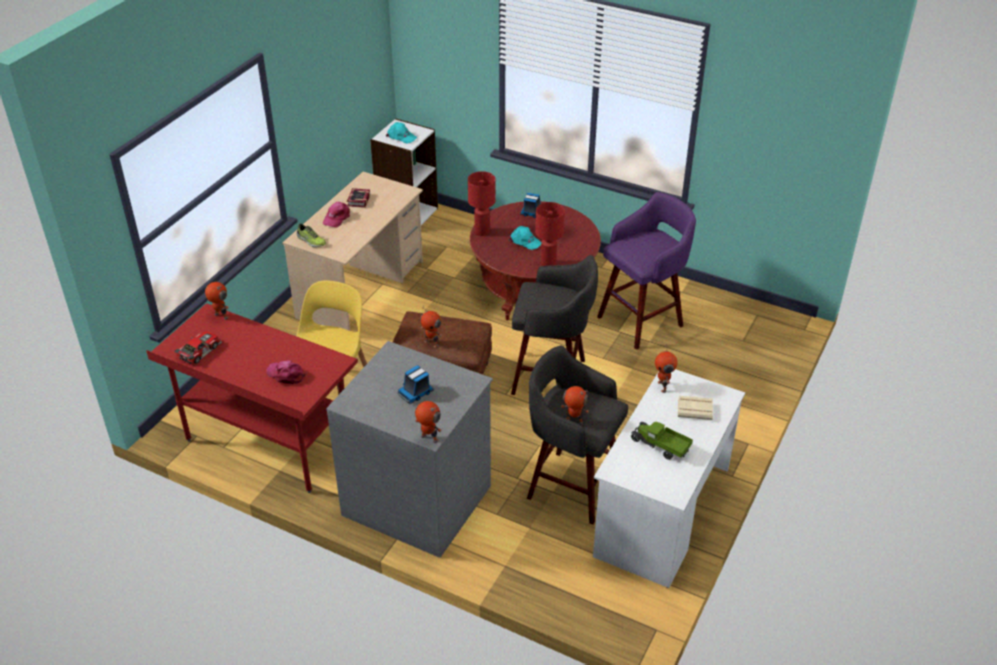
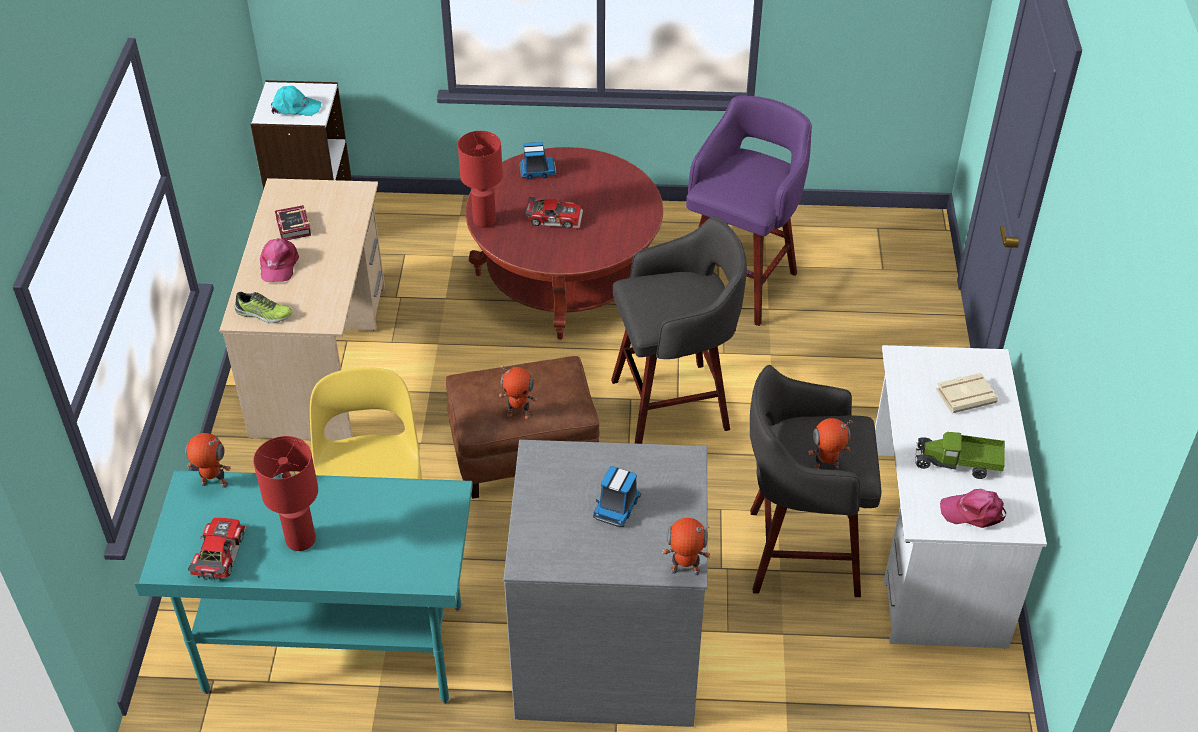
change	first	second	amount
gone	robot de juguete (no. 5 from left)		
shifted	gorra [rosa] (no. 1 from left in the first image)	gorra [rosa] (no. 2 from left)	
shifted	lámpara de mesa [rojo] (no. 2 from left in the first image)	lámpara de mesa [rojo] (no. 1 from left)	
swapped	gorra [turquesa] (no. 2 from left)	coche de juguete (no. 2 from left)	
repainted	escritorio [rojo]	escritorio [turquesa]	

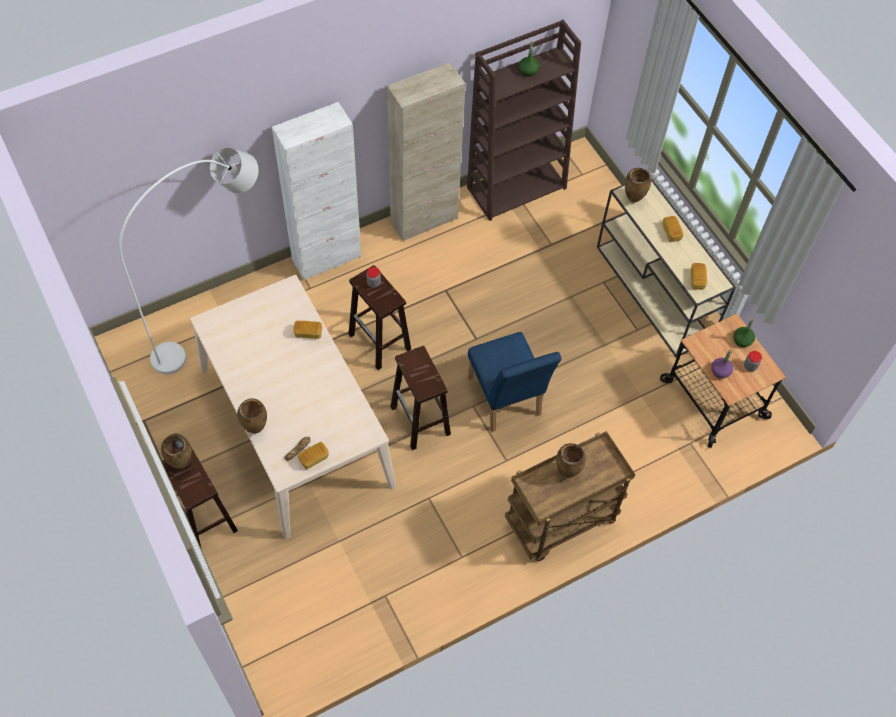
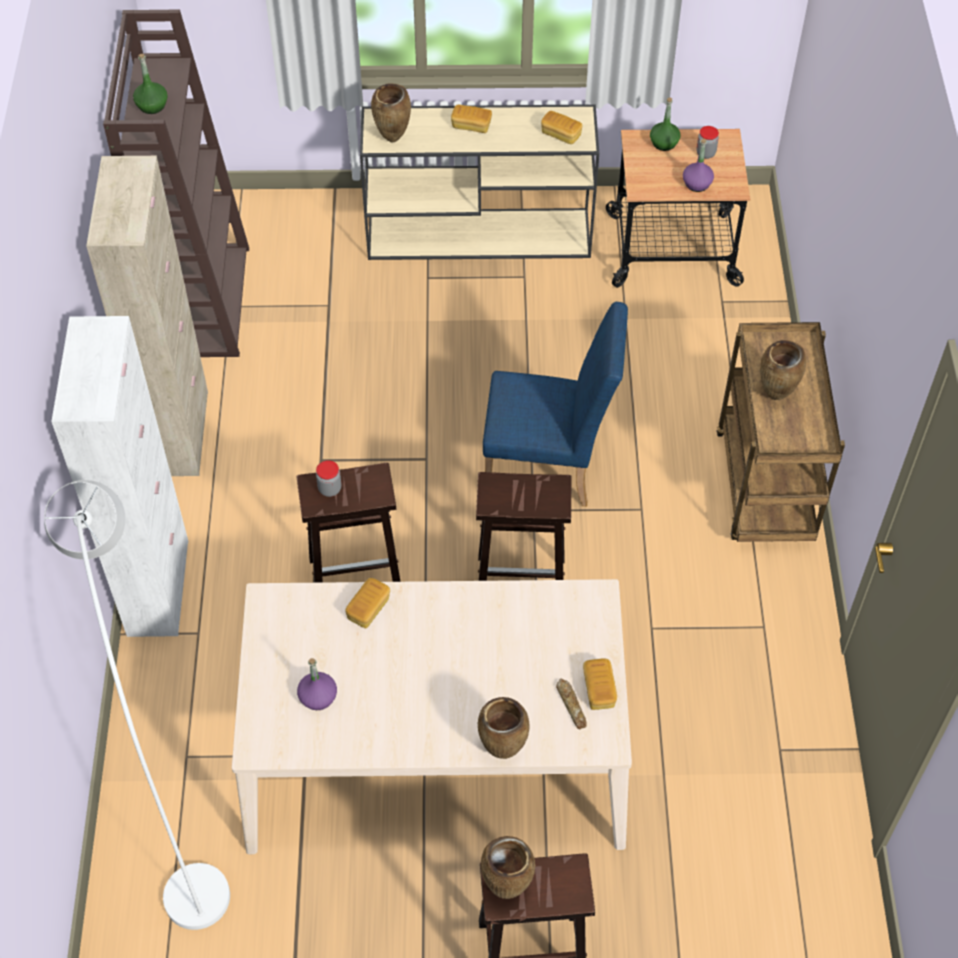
change	first	second	amount
new		botella [morado] (no. 1 from left)	

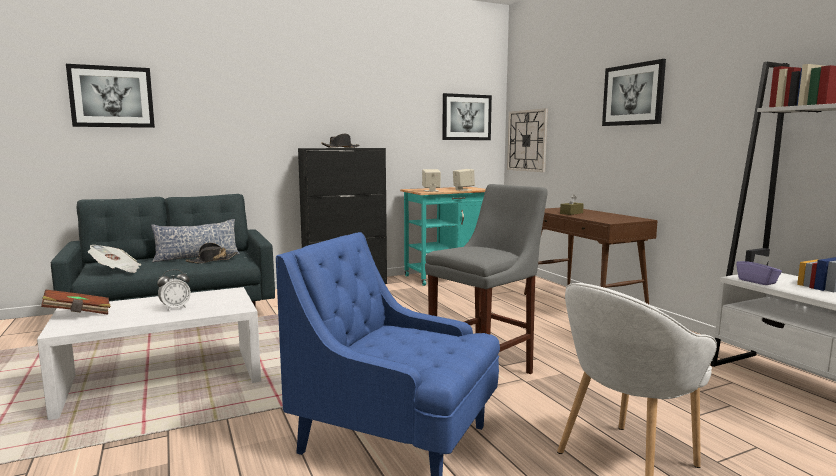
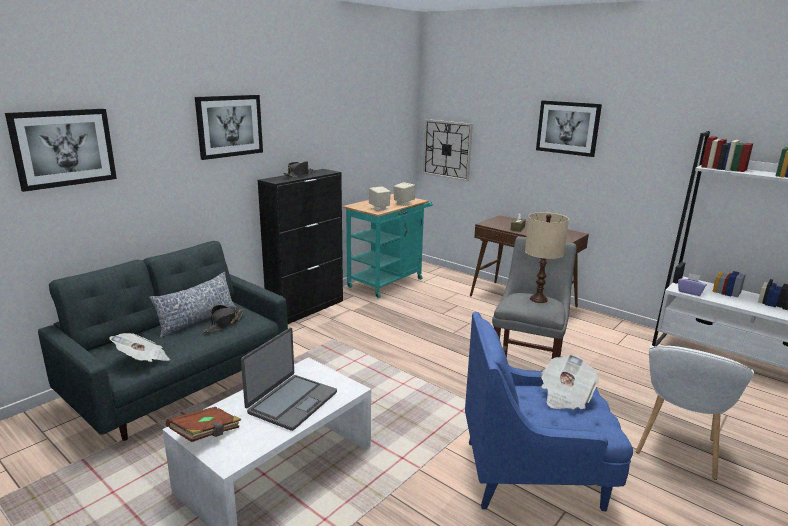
change	first	second	amount
new		lámpara de mesa [beis]	
new		periódico (no. 2 from left)	
shifted	cuadro (no. 2 from left)		
swapped	despertador	portátil	

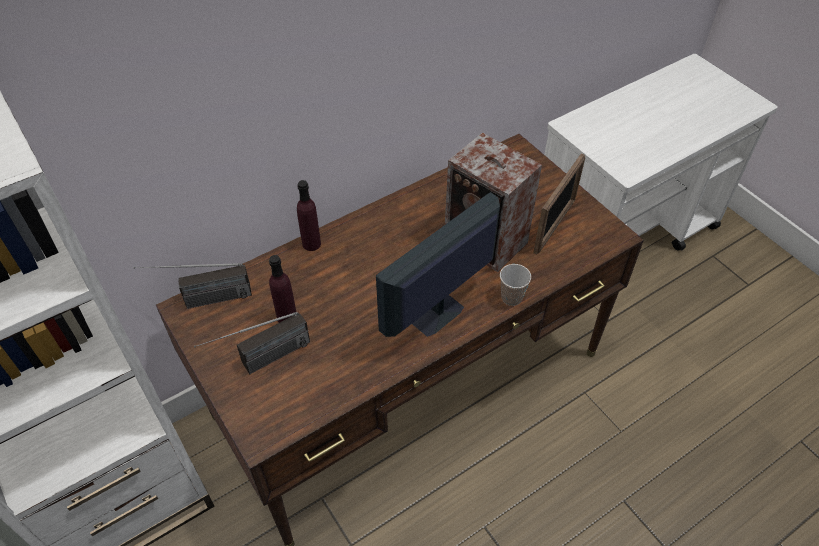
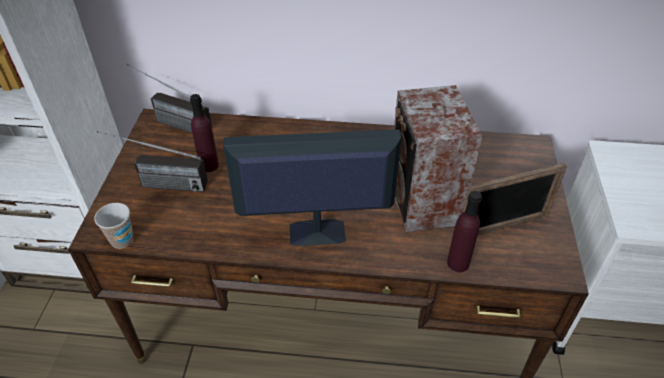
change	first	second	amount
shifted	botella [morado] (no. 2 from left)		
shifted	taza		

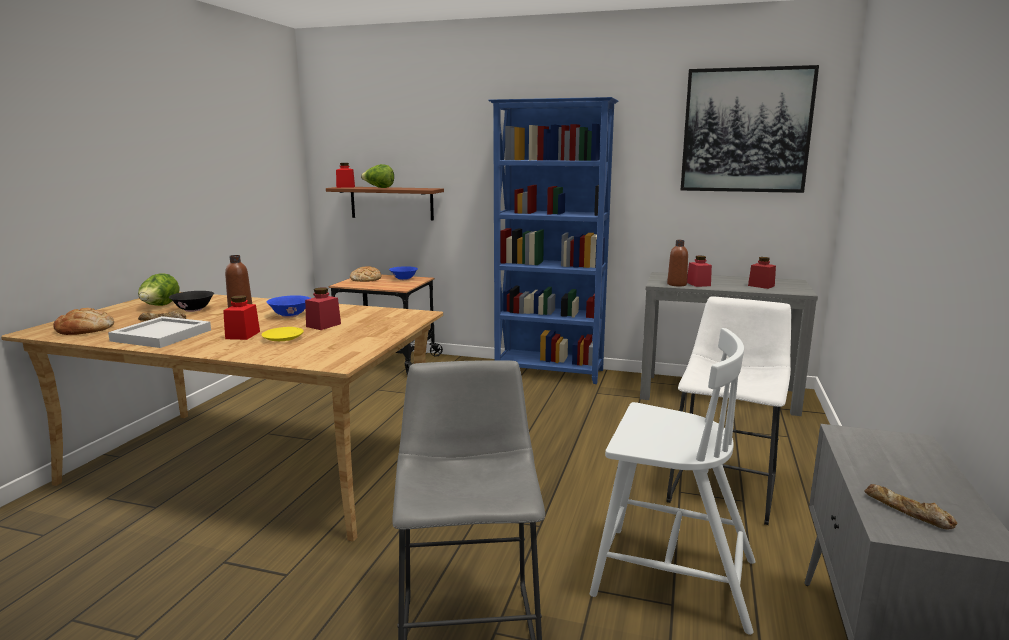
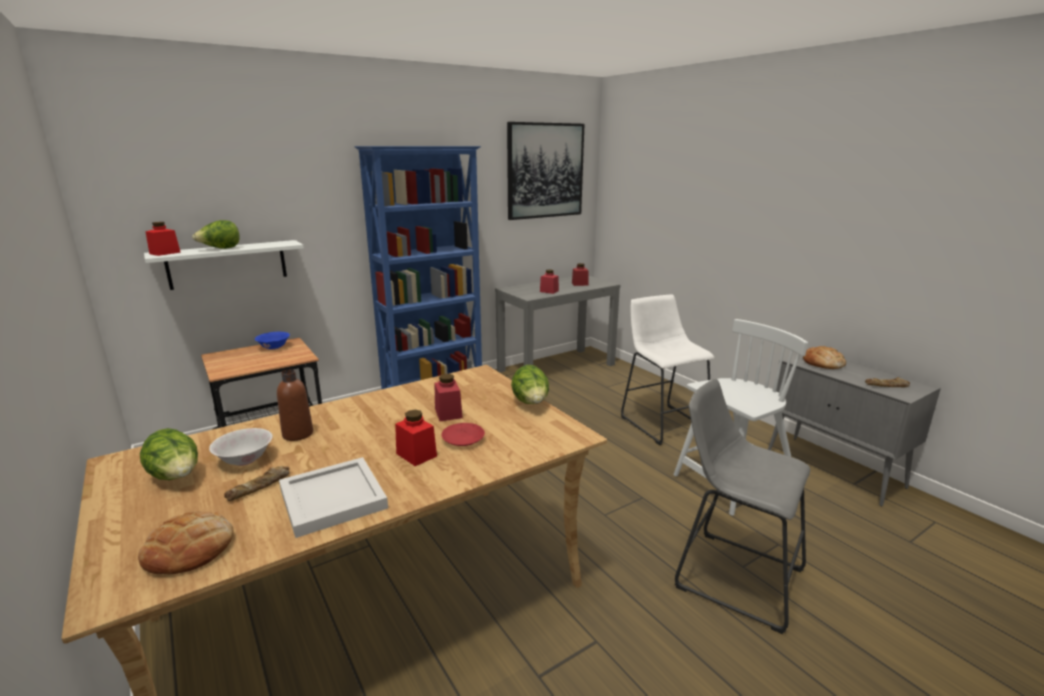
change	first	second	amount
gone	cuenco [azul] (no. 1 from left)		
gone	botella [marrón] (no. 2 from left)		
new		lechuga (no. 3 from left)	
shifted	pan (no. 3 from left)		
repainted	cuenco [negro]	cuenco [blanco]	
repainted	plato [amarillo]	plato [rojo]	
repainted	estante [marrón]	estante [blanco]	

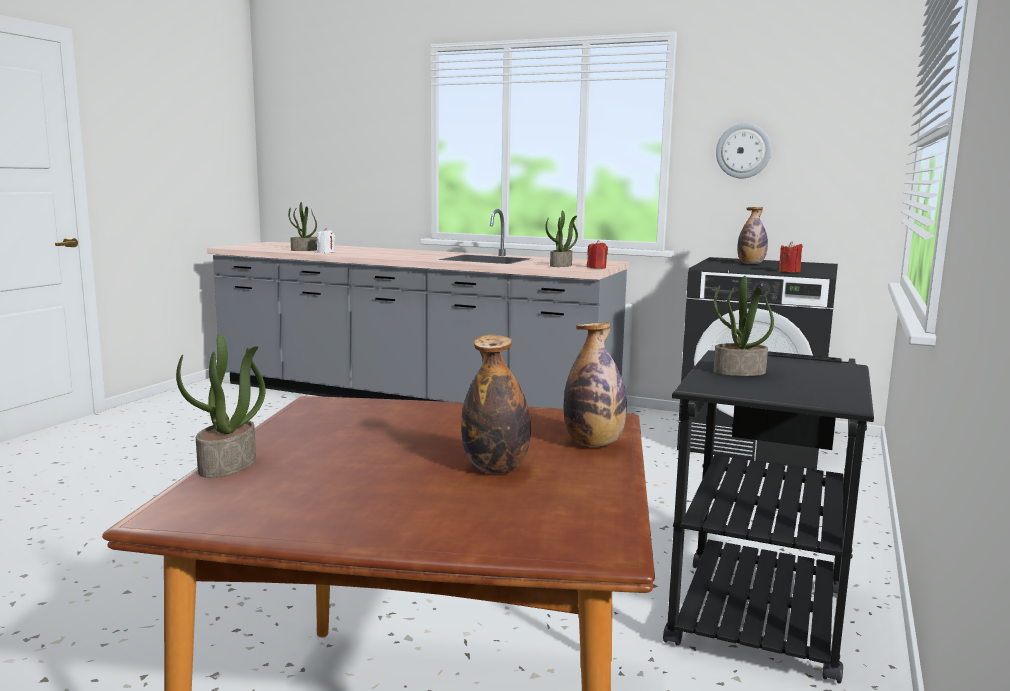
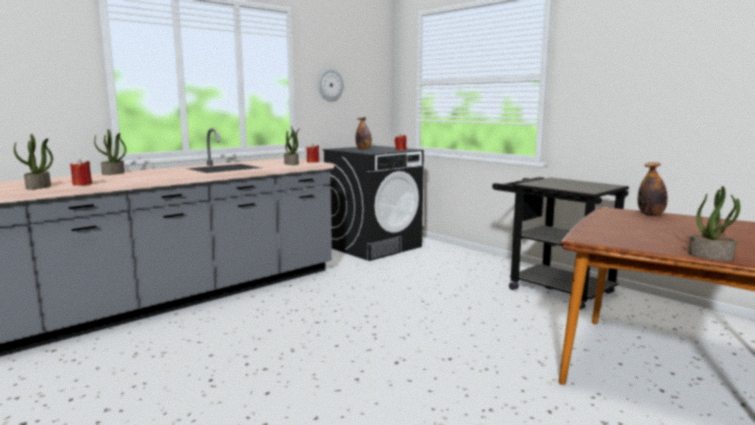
change	first	second	amount
gone	botella (no. 1 from left)		
shifted	planta en maceta (no. 4 from left in the first image)	planta en maceta (no. 2 from left)	
repainted	vela [blanco]	vela [rojo] (no. 1 from left)	

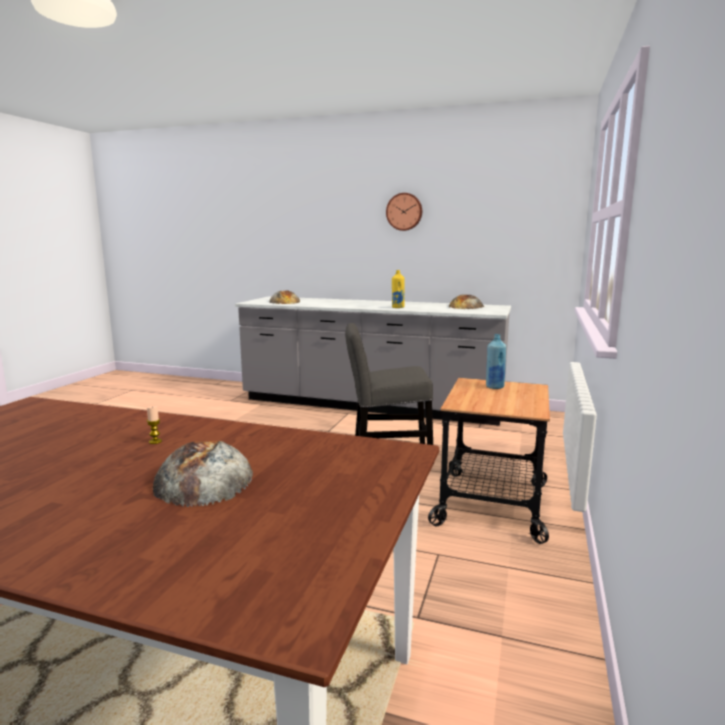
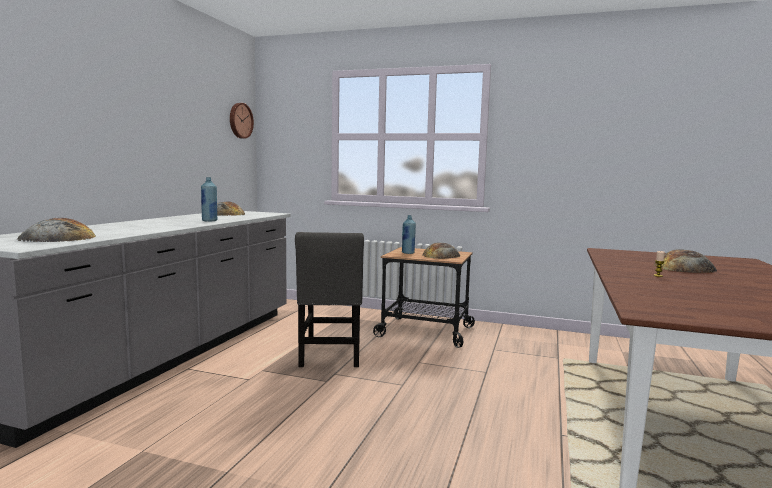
change	first	second	amount
new		pan (no. 3 from left)	
shifted	reloj de pared		
repainted	botella [amarillo]	botella [azul] (no. 1 from left)	

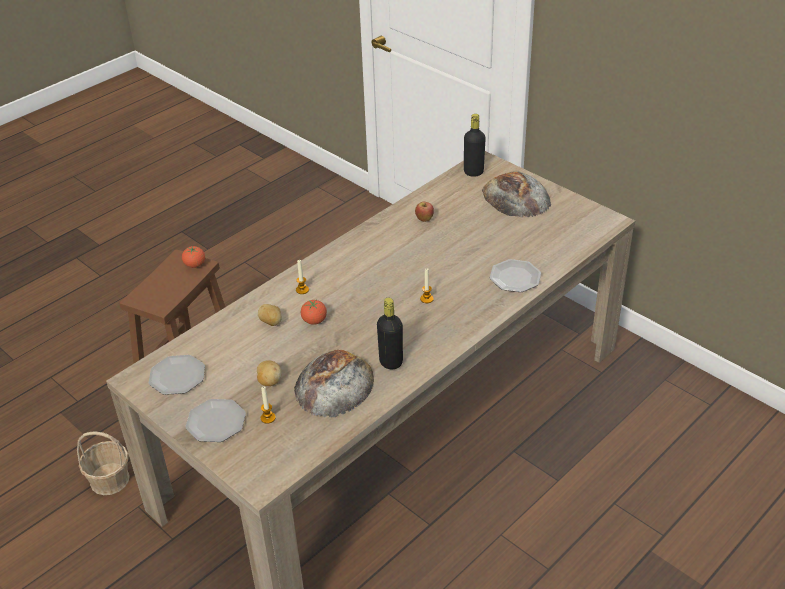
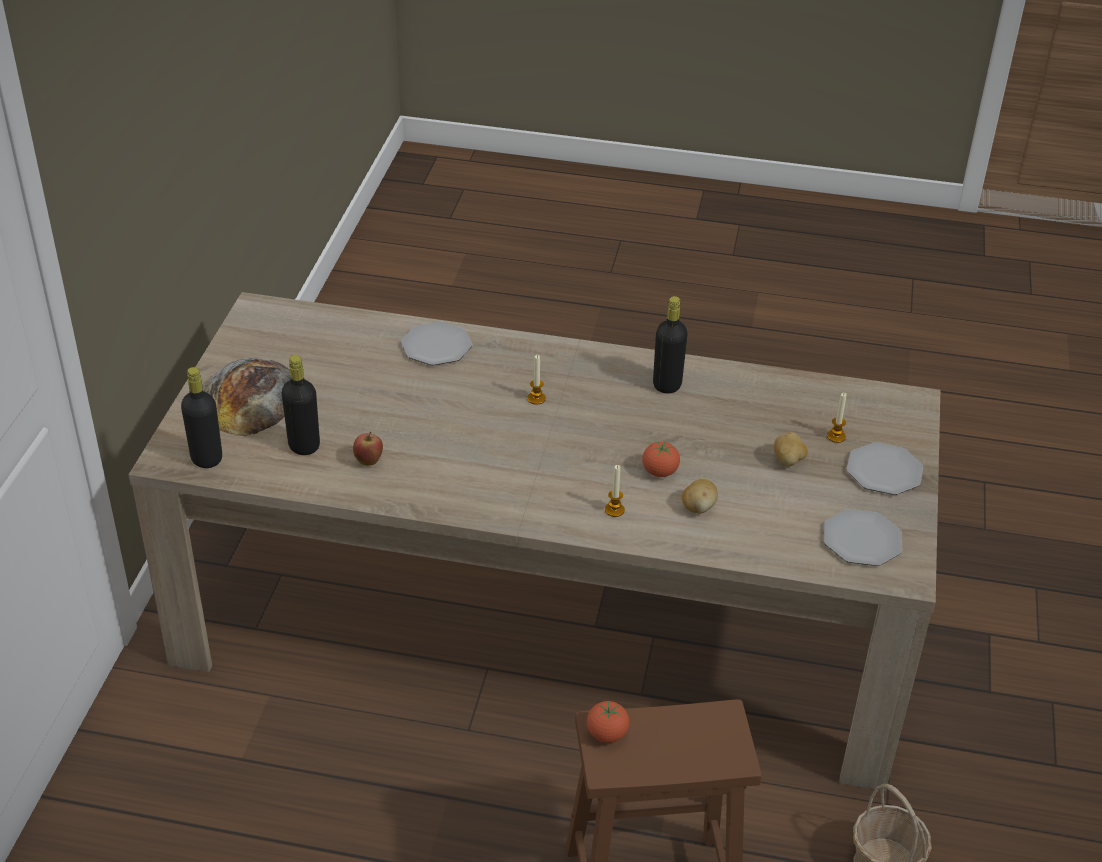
change	first	second	amount
gone	pan (no. 1 from left)		
new		botella [negro] (no. 2 from left)	

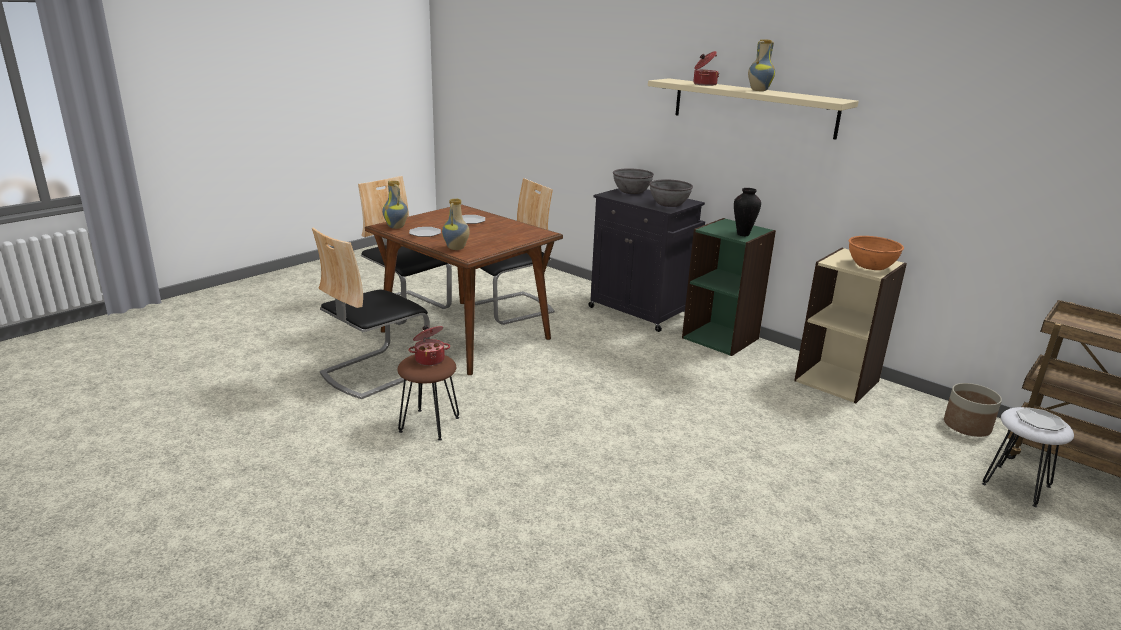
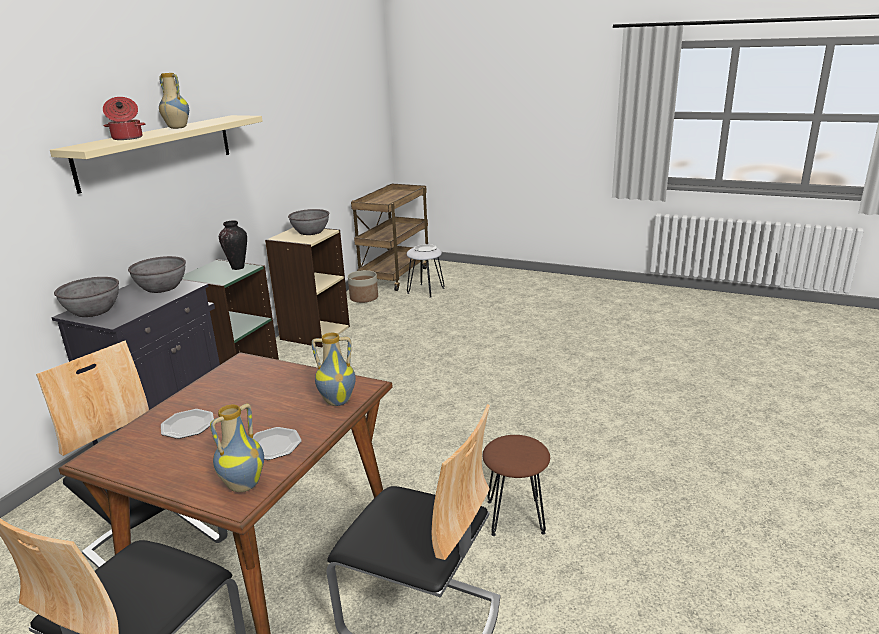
change	first	second	amount
gone	olla (no. 1 from left)		
repainted	cuenco [naranja]	cuenco [gris] (no. 3 from left)	

